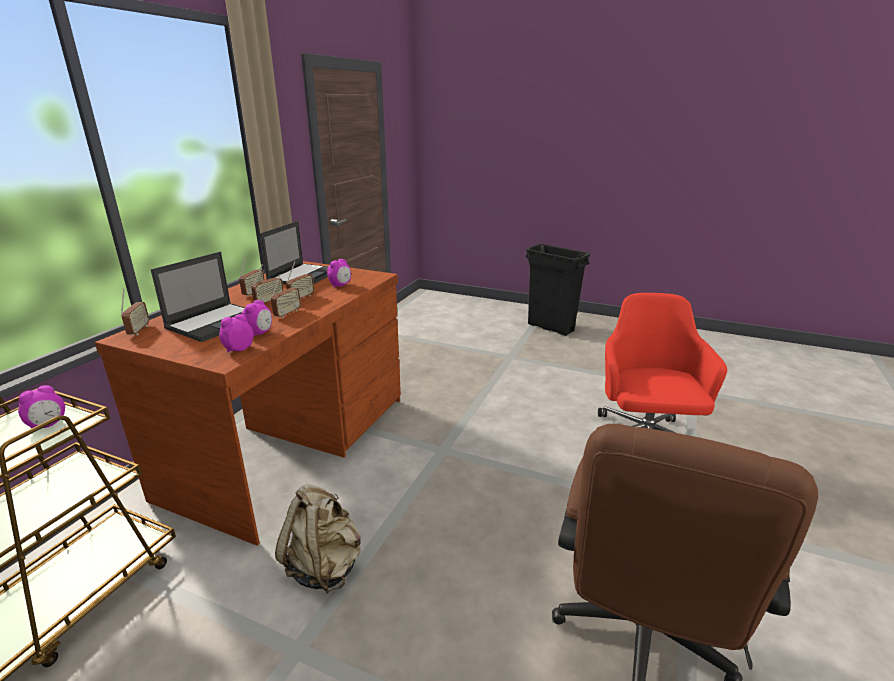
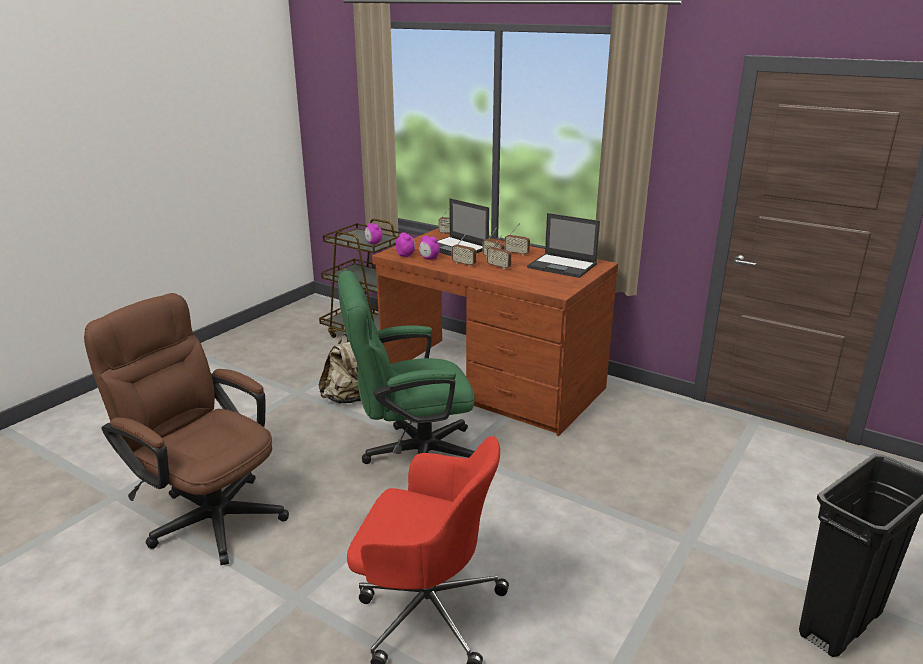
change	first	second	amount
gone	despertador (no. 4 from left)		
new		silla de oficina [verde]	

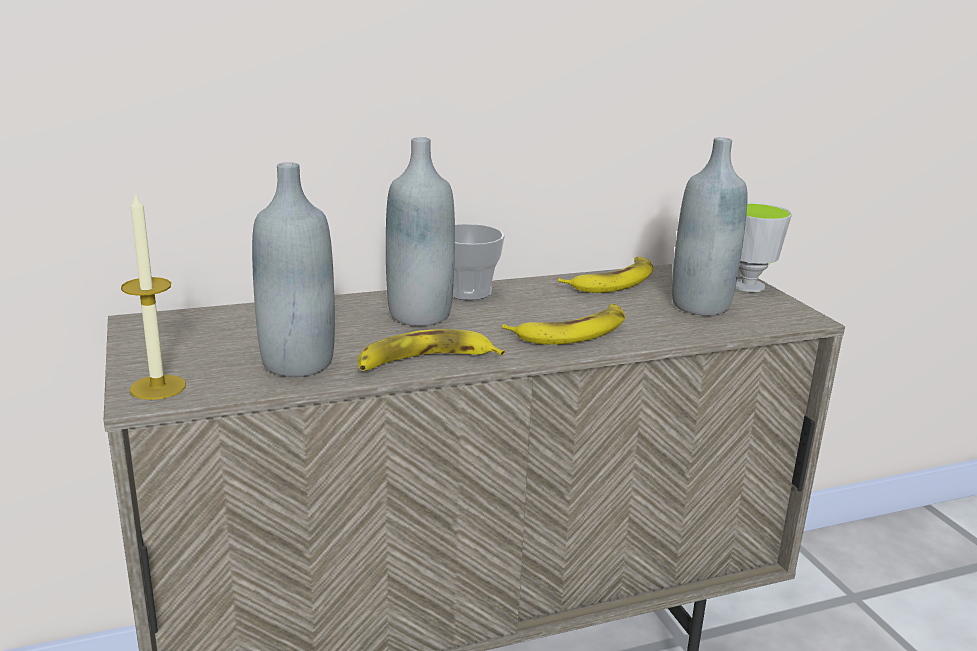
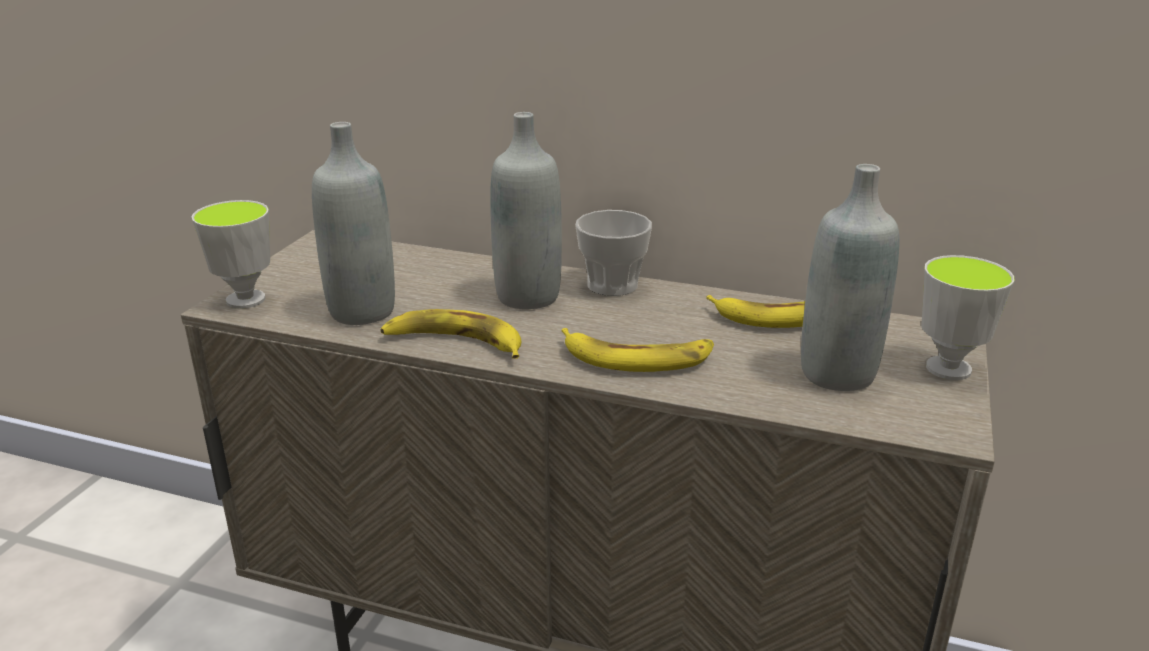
change	first	second	amount
swapped	vela	taza (no. 1 from left)	

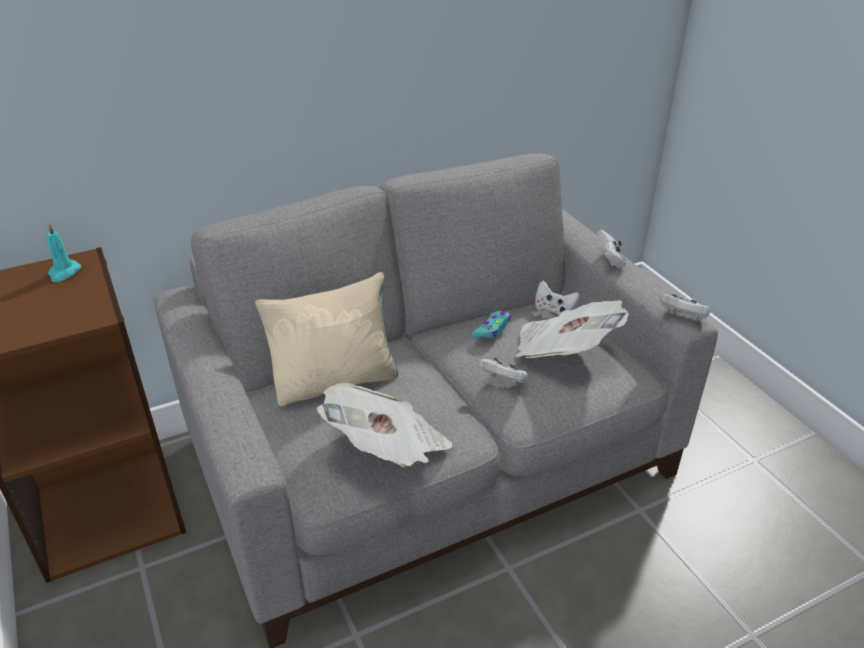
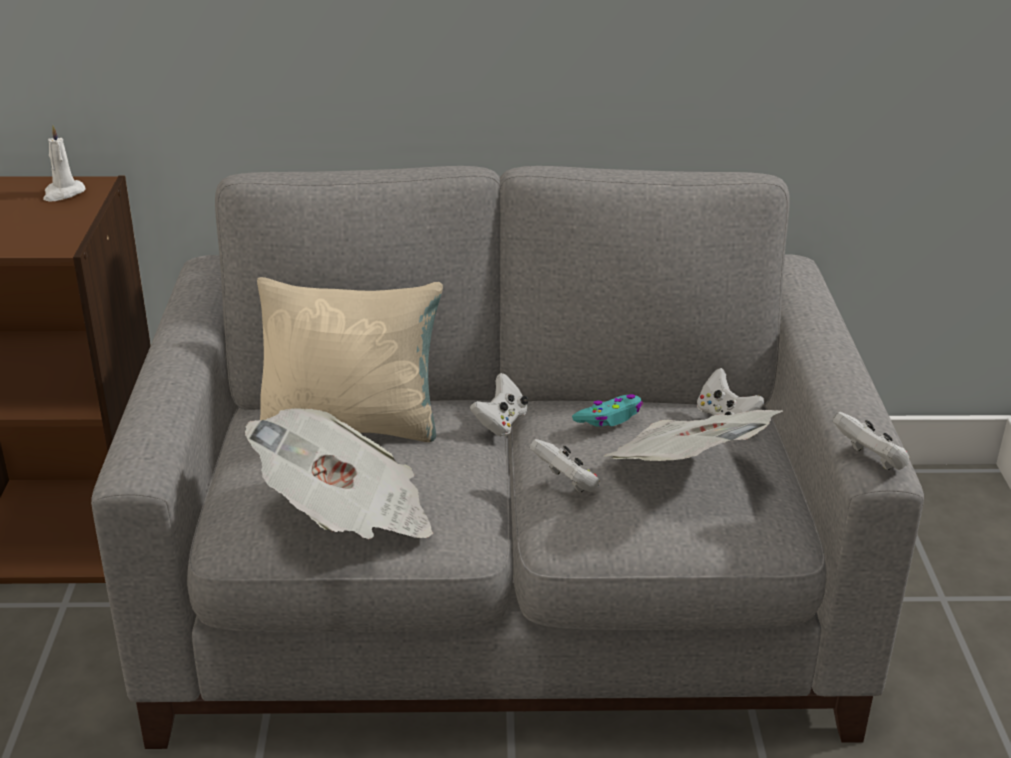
change	first	second	amount
shifted	mando de consola [blanco] (no. 3 from left in the first image)	mando de consola [blanco] (no. 1 from left)	
repainted	vela [turquesa]	vela [blanco]	

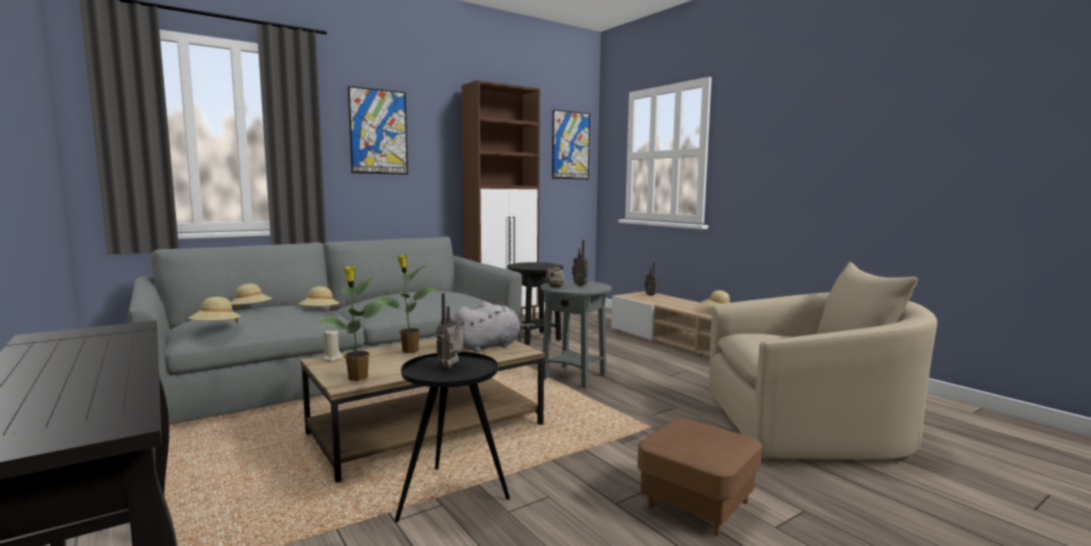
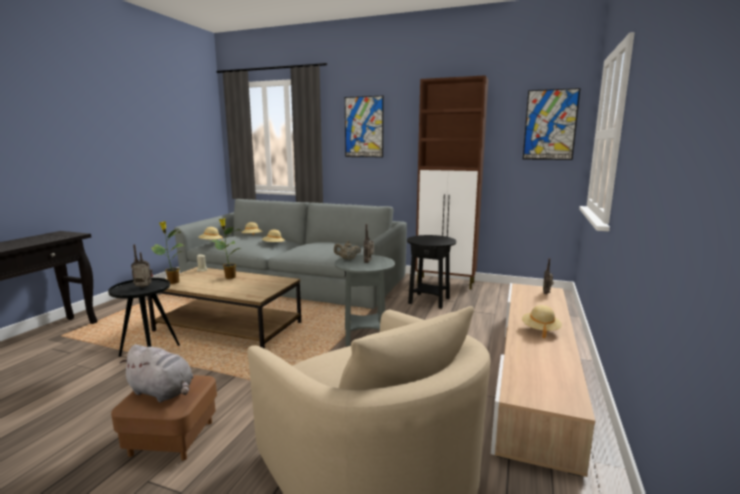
change	first	second	amount
shifted	peluche [gris]		

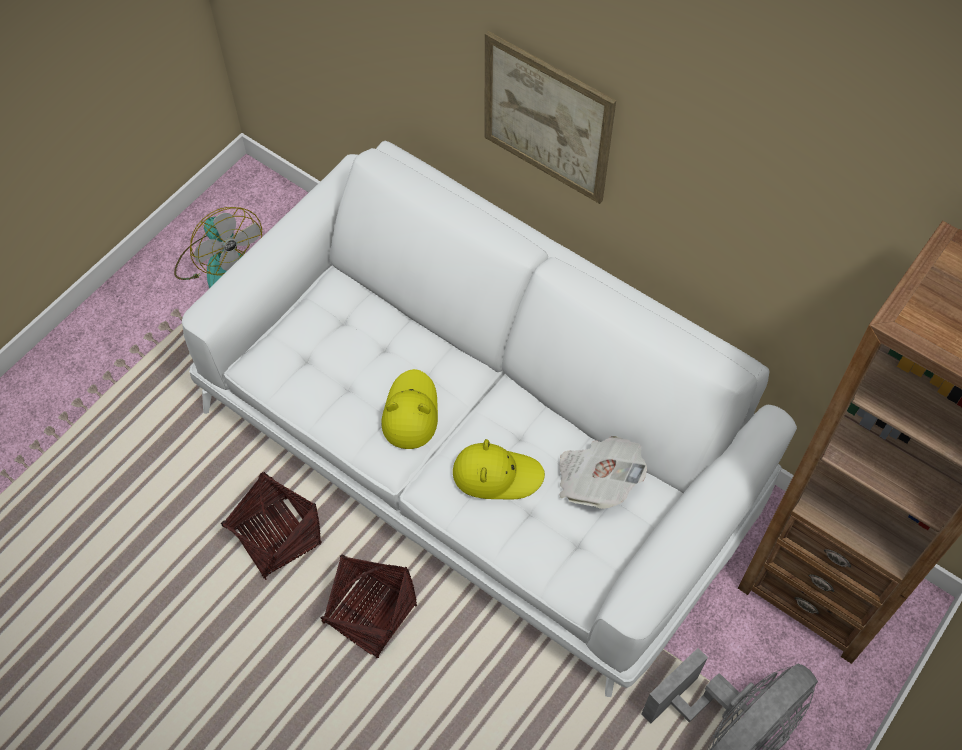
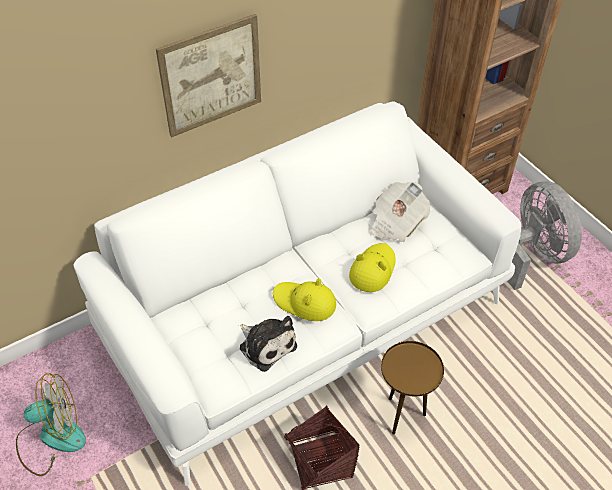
change	first	second	amount
new		peluche	
swapped	cesta (no. 2 from left)	mesa auxiliar [marrón]	

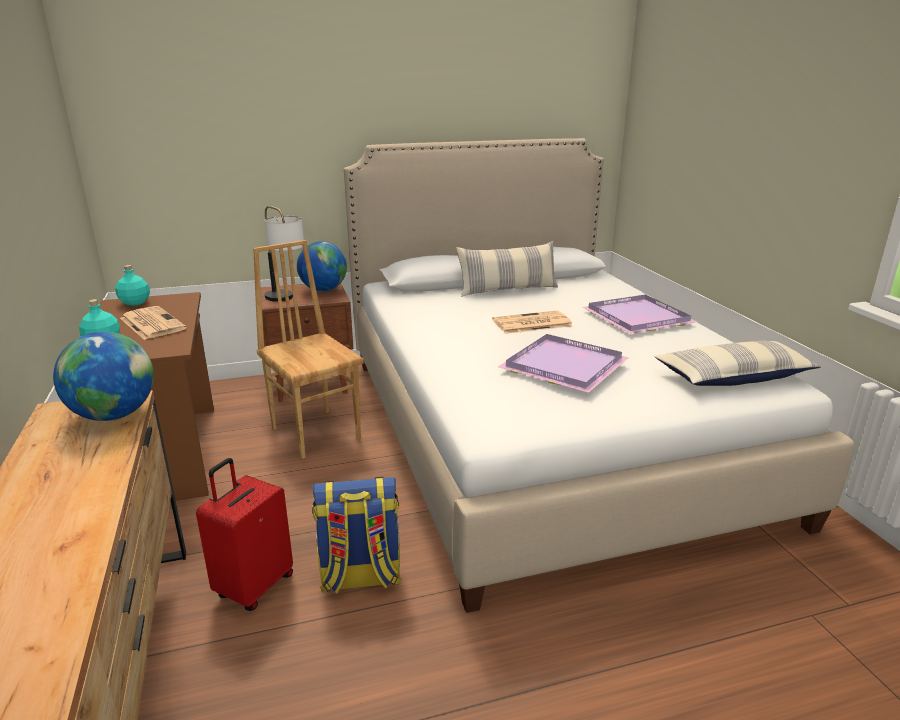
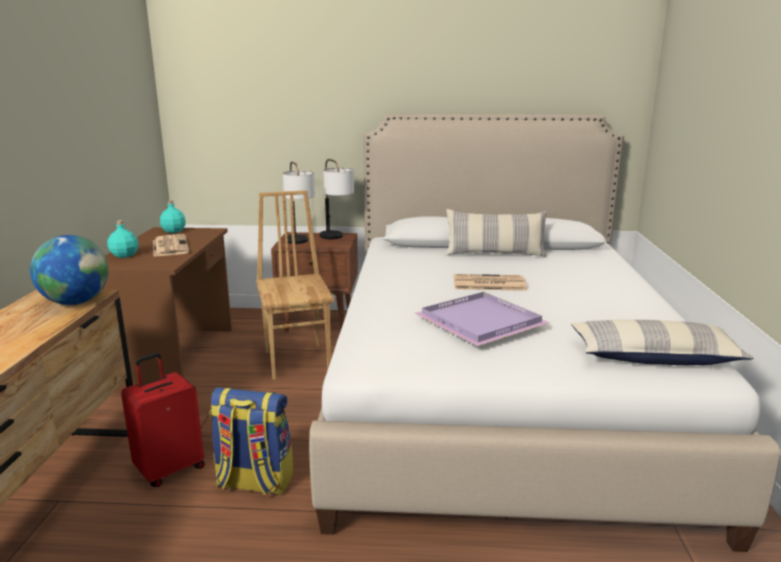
change	first	second	amount
gone	bandeja [morado] (no. 2 from left)		
swapped	globo terráqueo (no. 2 from left)	lámpara de mesa (no. 2 from left)	

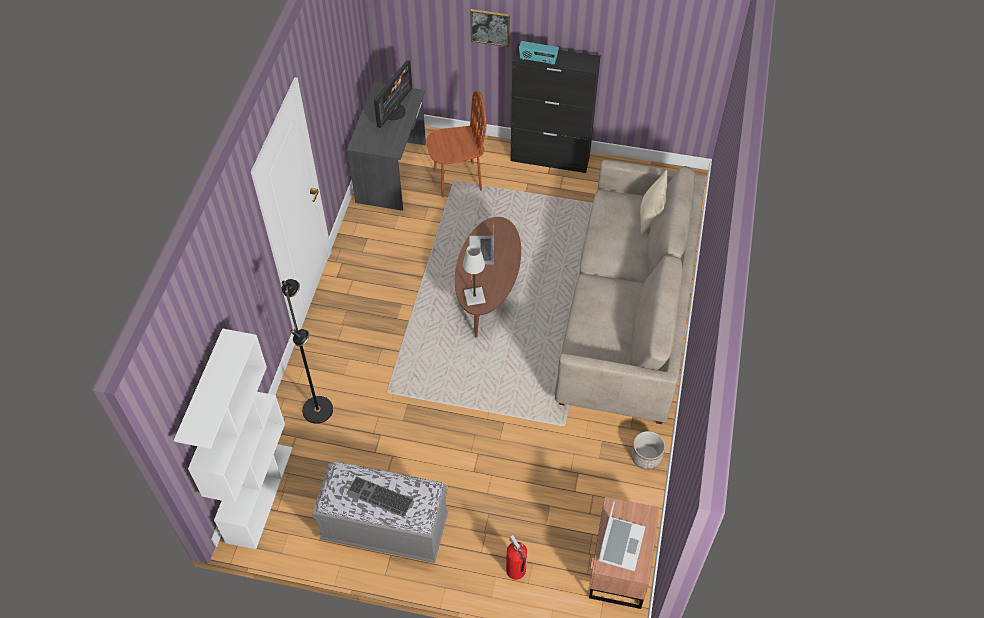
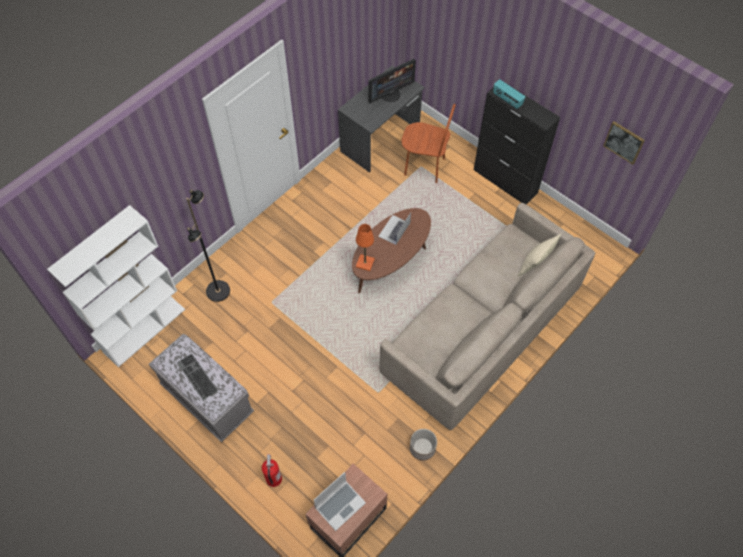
change	first	second	amount
shifted	cuadro		
repainted	lámpara de mesa [blanco]	lámpara de mesa [naranja]	

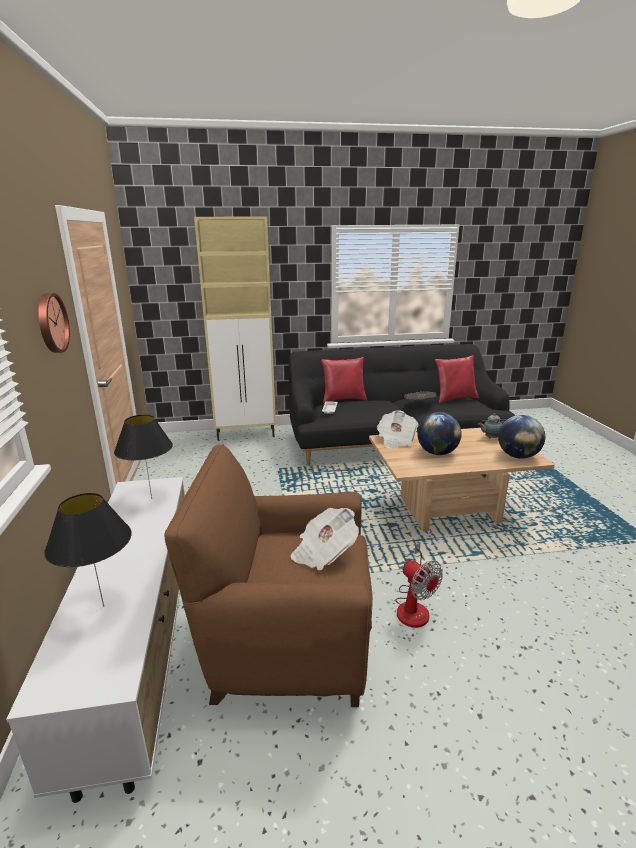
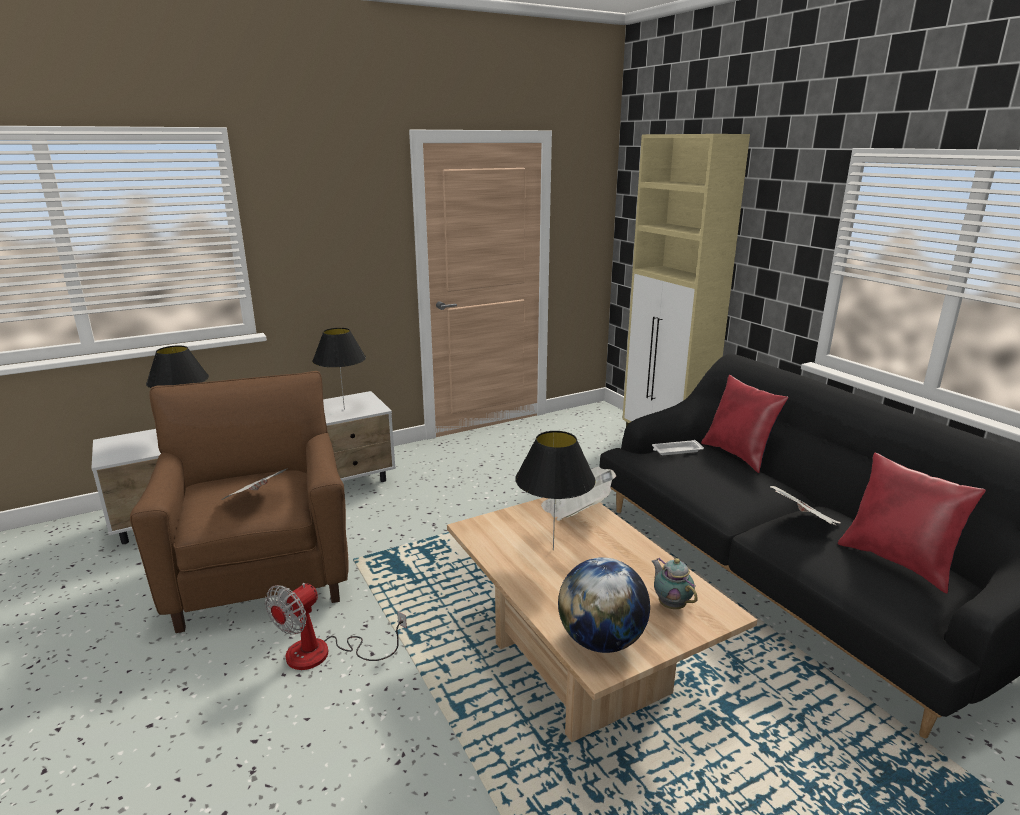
change	first	second	amount
gone	reloj de pared		
swapped	globo terráqueo (no. 1 from left)	lámpara de mesa [negro] (no. 3 from left)	

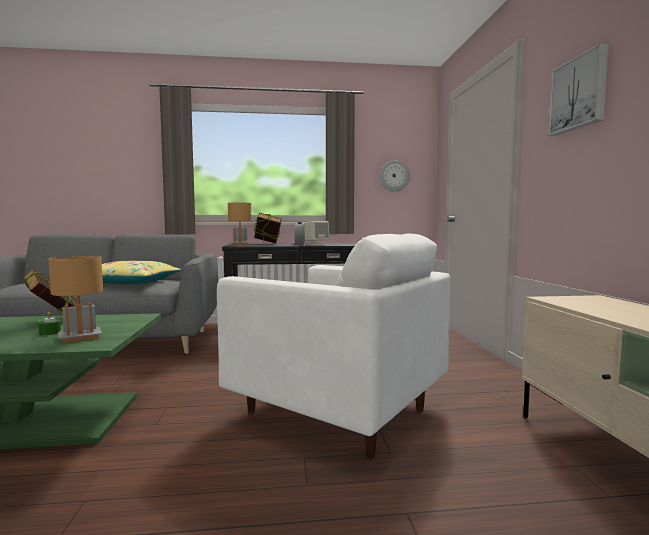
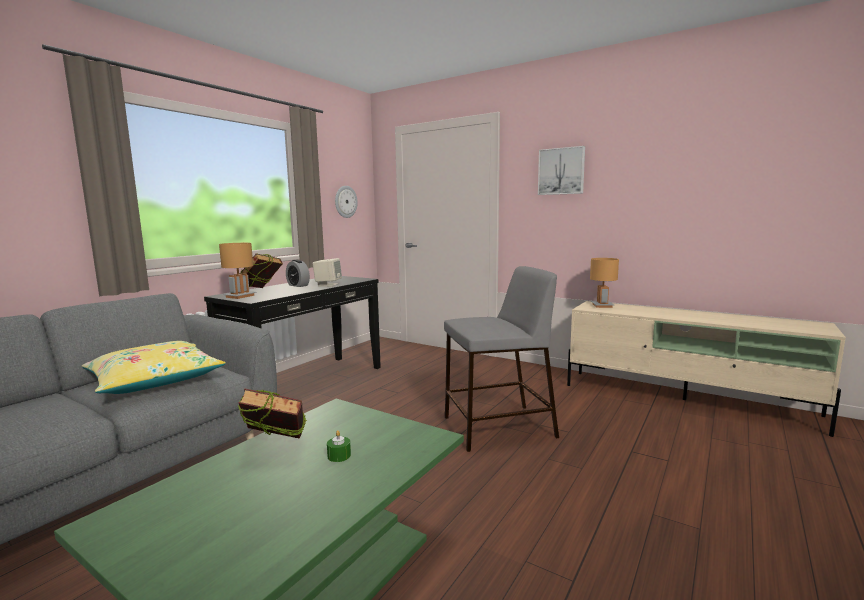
change	first	second	amount
shifted	lámpara de mesa [marrón] (no. 1 from left in the first image)	lámpara de mesa [marrón] (no. 2 from left)	
swapped	sillón [blanco]	taburete [gris]	

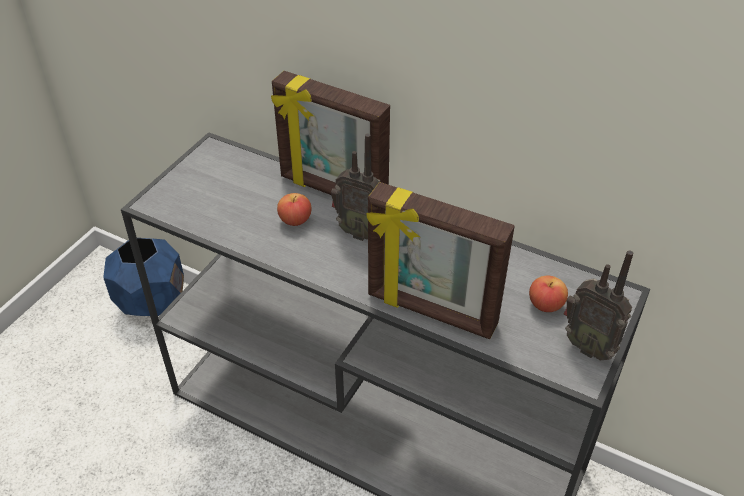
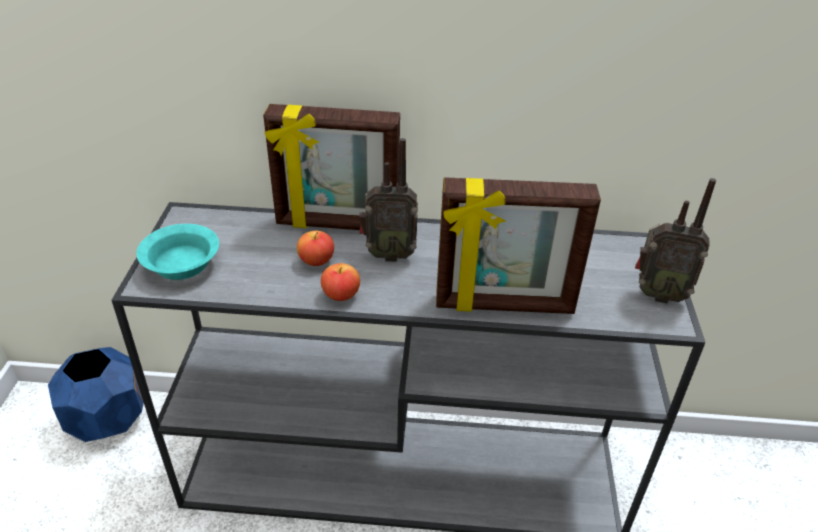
change	first	second	amount
new		cuenco [turquesa]	
shifted	manzana (no. 2 from left)		

